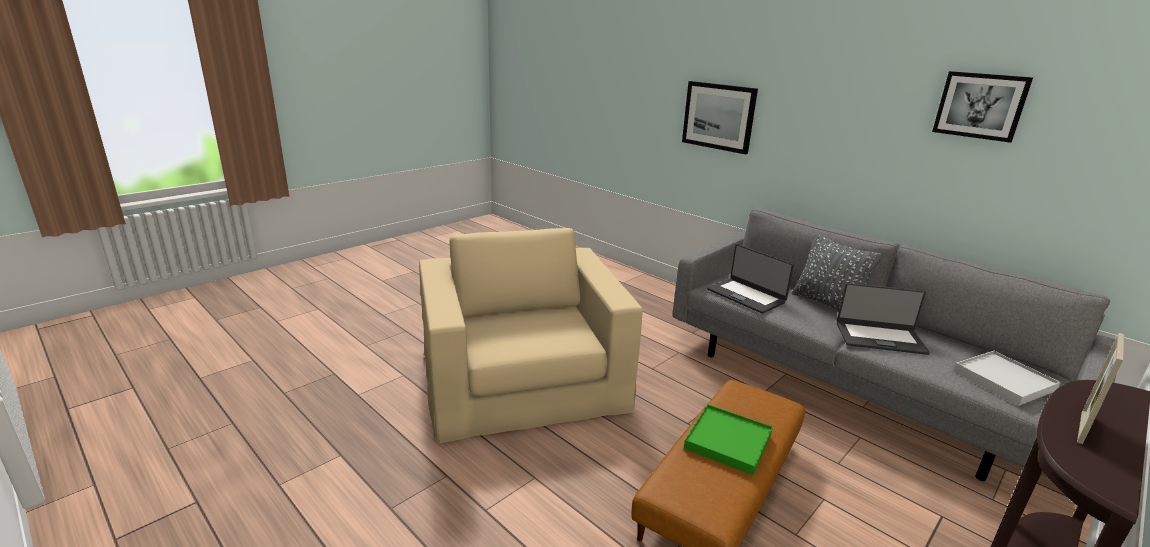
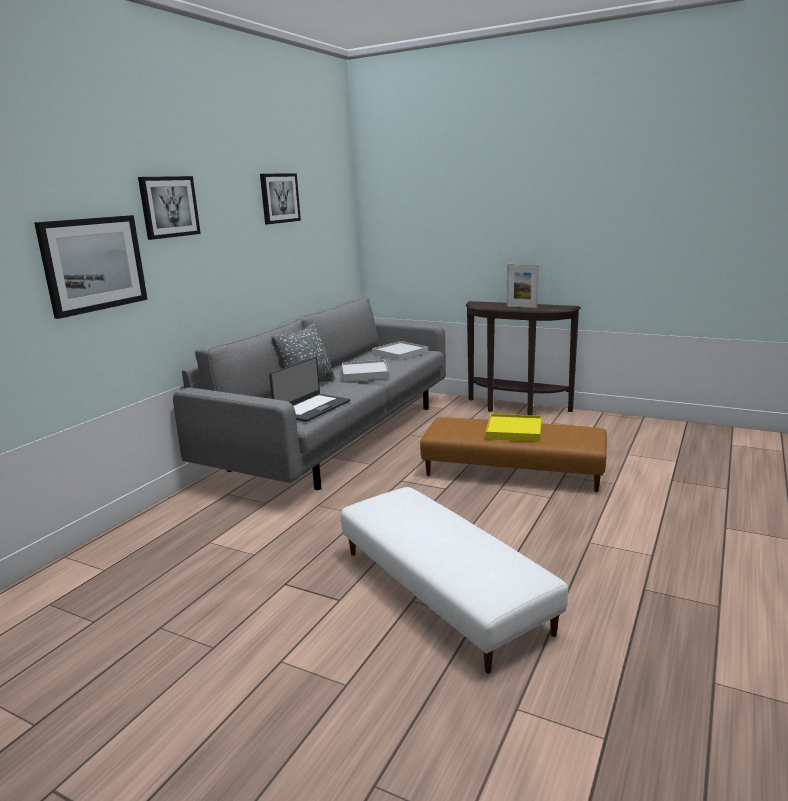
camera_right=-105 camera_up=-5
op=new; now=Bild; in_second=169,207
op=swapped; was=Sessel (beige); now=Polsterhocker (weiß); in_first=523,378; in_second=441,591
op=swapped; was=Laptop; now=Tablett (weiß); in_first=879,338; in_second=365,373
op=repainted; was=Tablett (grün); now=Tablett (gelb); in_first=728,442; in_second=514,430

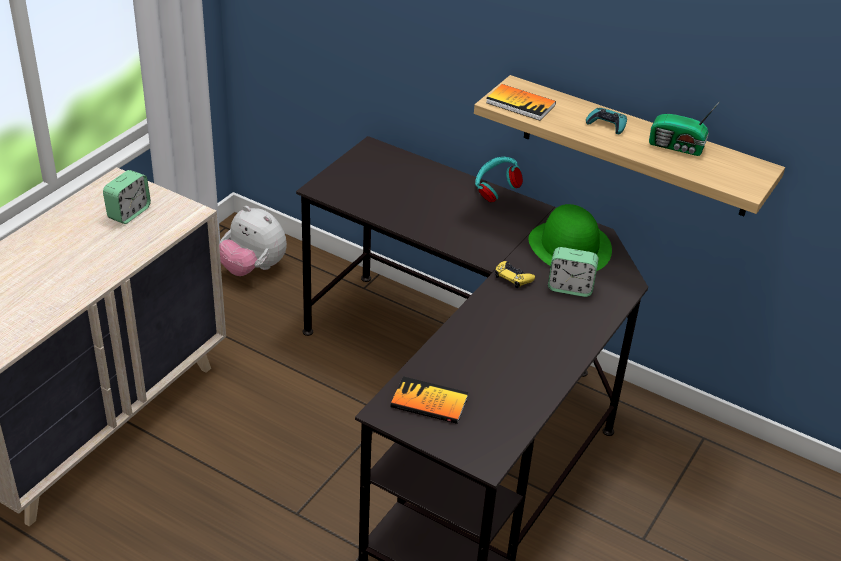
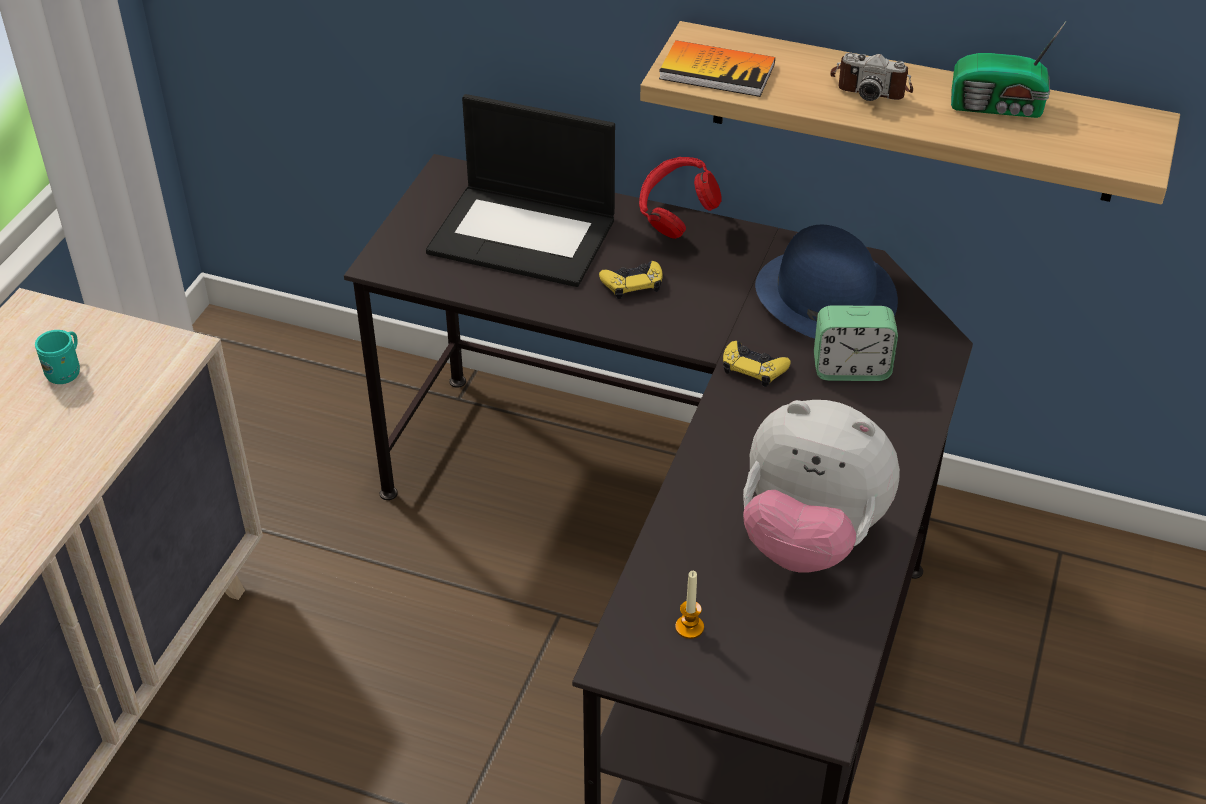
camera_right=-10 camera_up=5
op=swapped; was=Wecker; now=Henkelbecher (türkis); in_first=129,213; in_second=67,371
op=new; now=Laptop; in_second=525,235
op=new; now=Gamepad (gelb); in_second=632,283
op=repainted; was=Kopfhörer (türkis); now=Kopfhörer (rot); in_first=495,191; in_second=675,218
op=swapped; was=Buch; now=Kerze; in_first=429,402; in_second=689,627
op=shifted; was=Plüschtier; in_first=253,268; in_second=809,538
op=repainted; was=Hut (grün); now=Hut (blau); in_first=569,246; in_second=825,294
op=swapped; was=Gamepad (türkis); now=Kamera; in_first=606,124; in_second=871,86

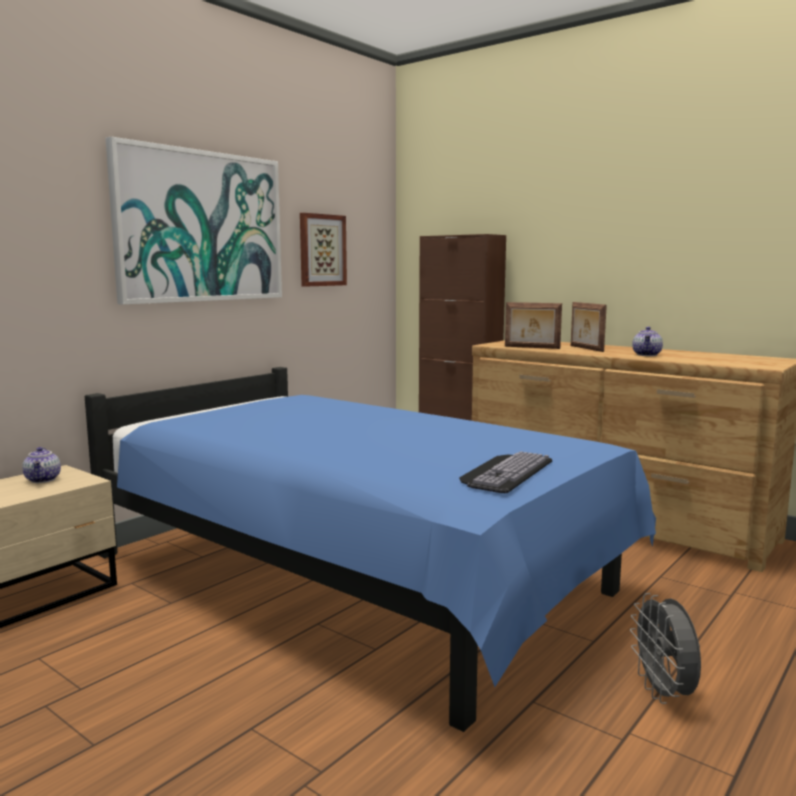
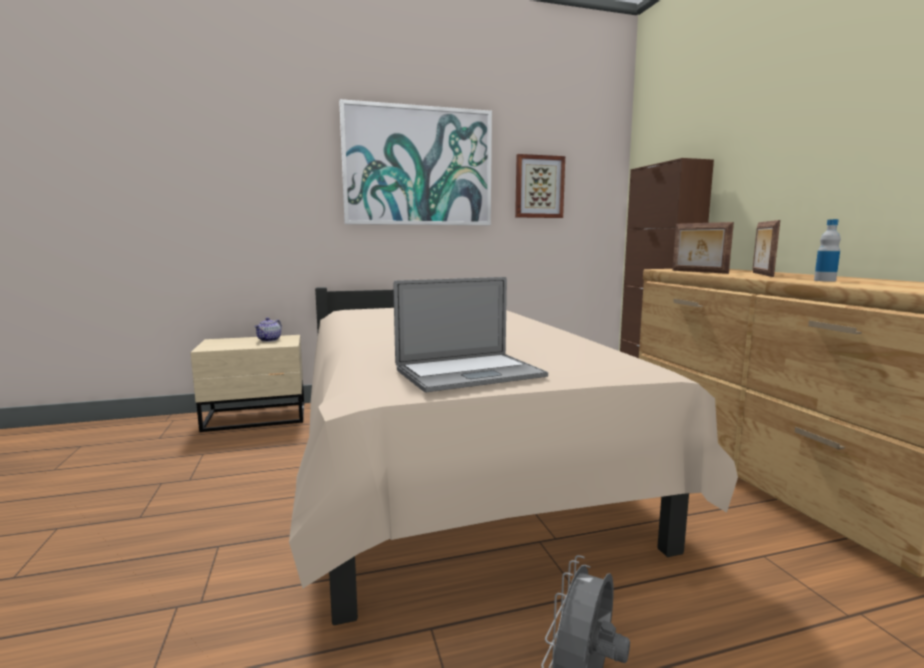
camera_right=35 camera_up=0
op=repainted; was=Bett (blau); now=Bett (beige); in_first=358,578; in_second=449,461
op=swapped; was=Tastatur; now=Laptop; in_first=504,472; in_second=469,373
op=swapped; was=Teekanne; now=Flasche; in_first=647,355; in_second=824,280

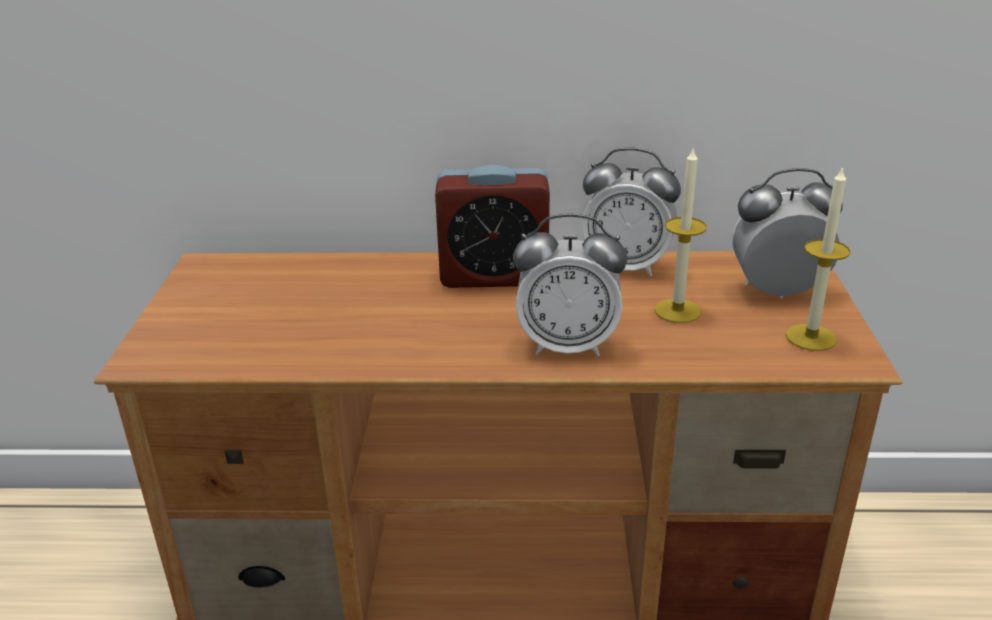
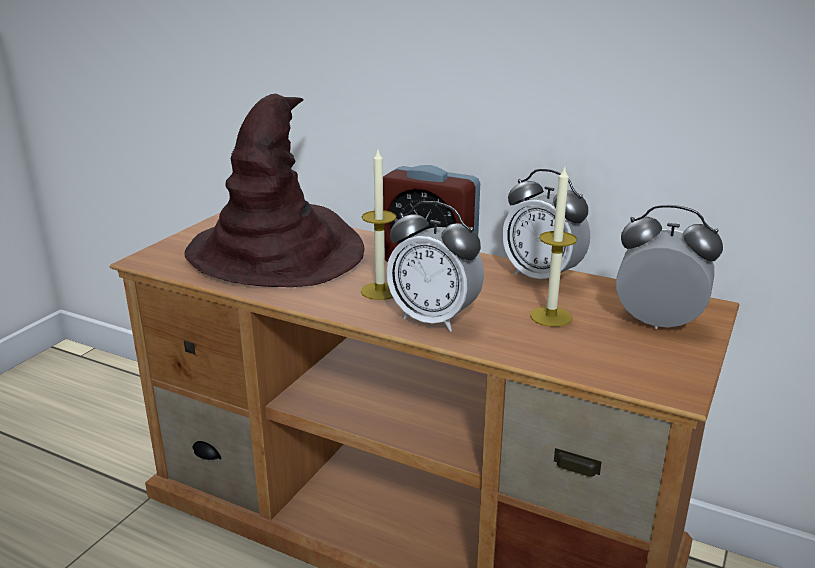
camera_right=25 camera_up=-5
op=new; now=Hut (braun); in_second=278,253
op=shifted; was=Kerze; in_first=811,337; in_second=380,291

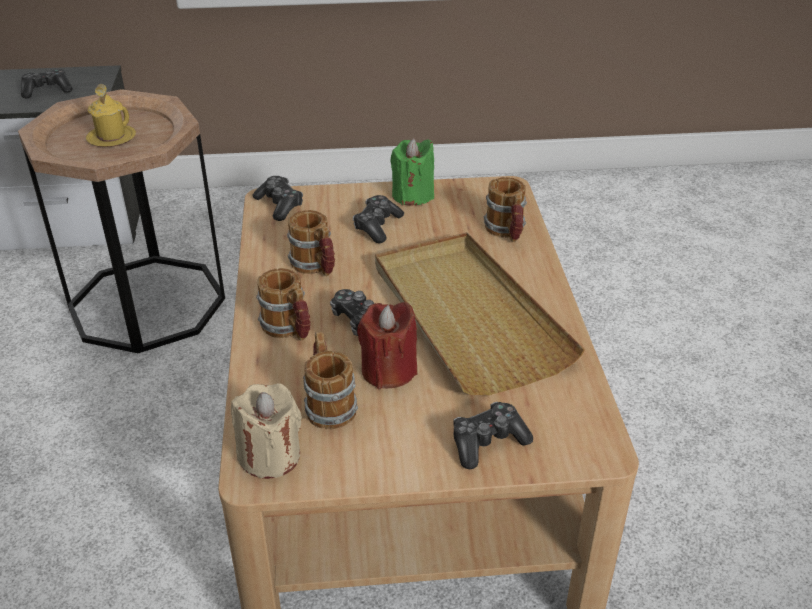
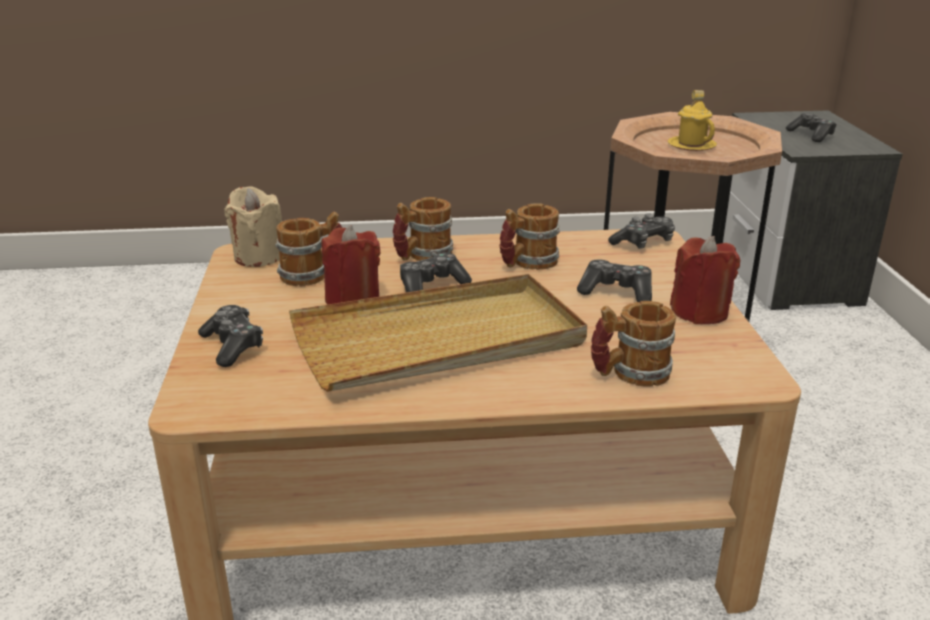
camera_right=90 camera_up=-10
op=repainted; was=Kerze (grün); now=Kerze (rot); in_first=413,195; in_second=699,312

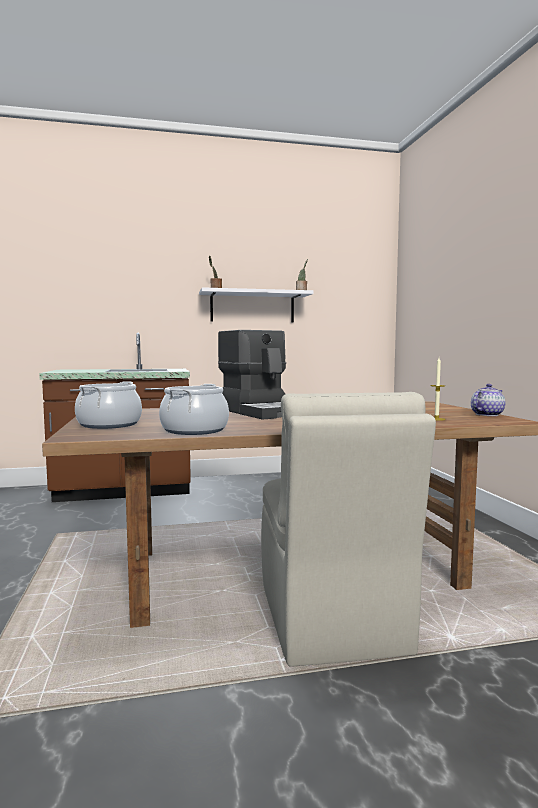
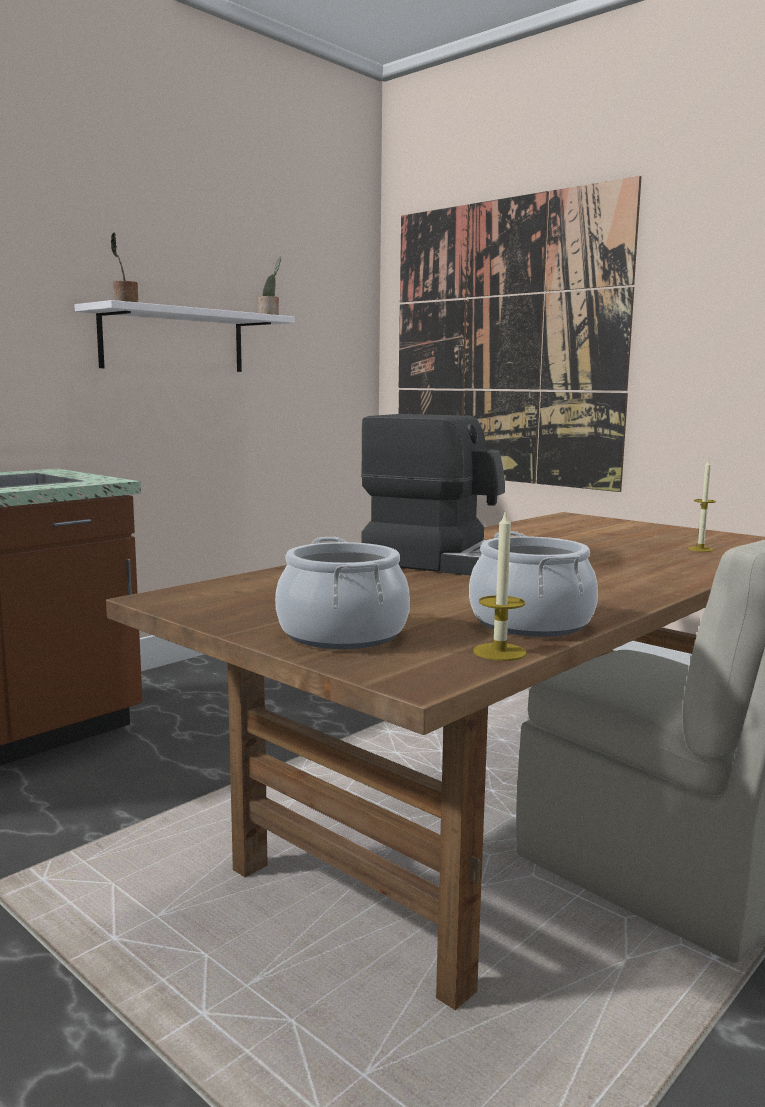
camera_right=-35 camera_up=5
op=new; now=Bild; in_second=503,343
op=new; now=Kerze; in_second=499,652
op=gone; was=Teekanne; in_first=486,415

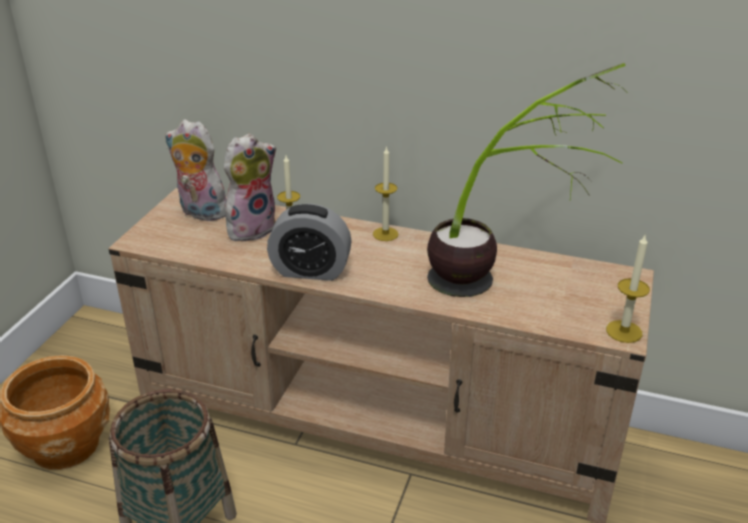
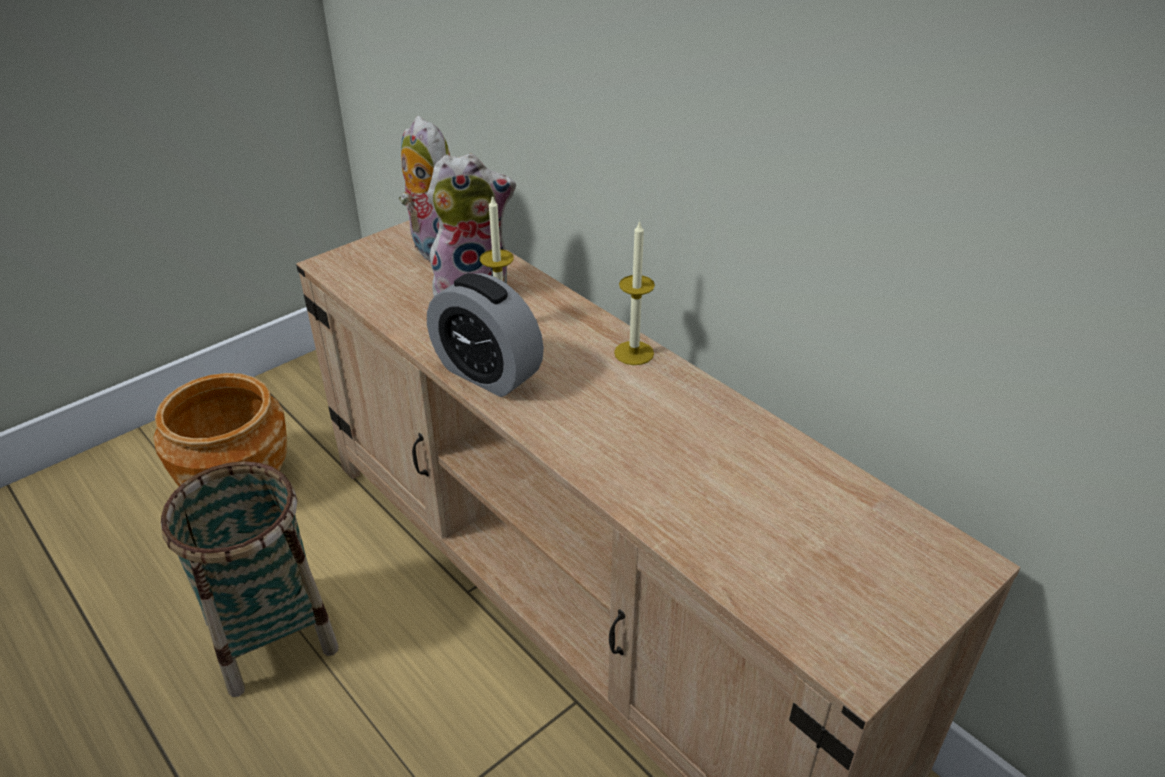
camera_right=30 camera_up=5
op=gone; was=Topfpflanze; in_first=500,281
op=gone; was=Kerze; in_first=624,331

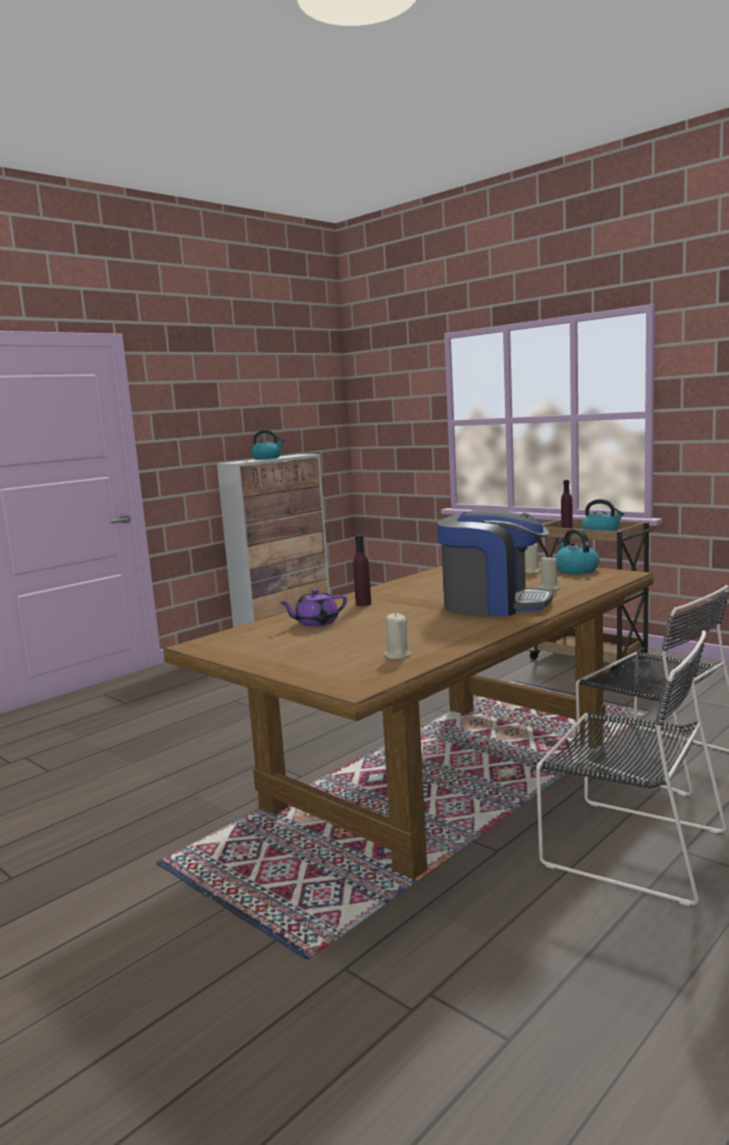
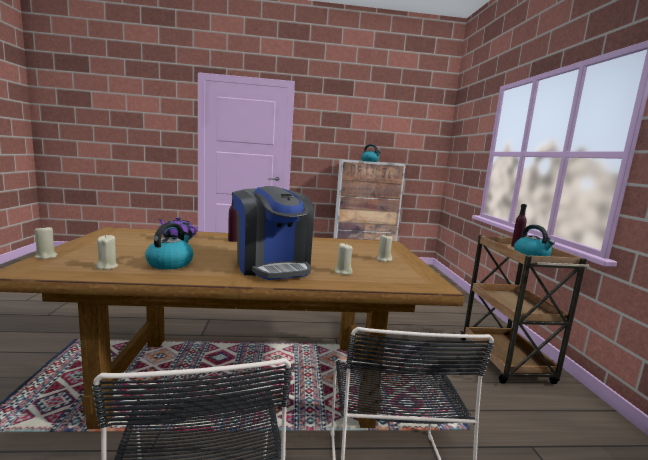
camera_right=40 camera_up=0
op=new; now=Kerze (beige); in_second=46,256
op=shifted; was=Wasserkessel; in_first=575,570; in_second=170,263

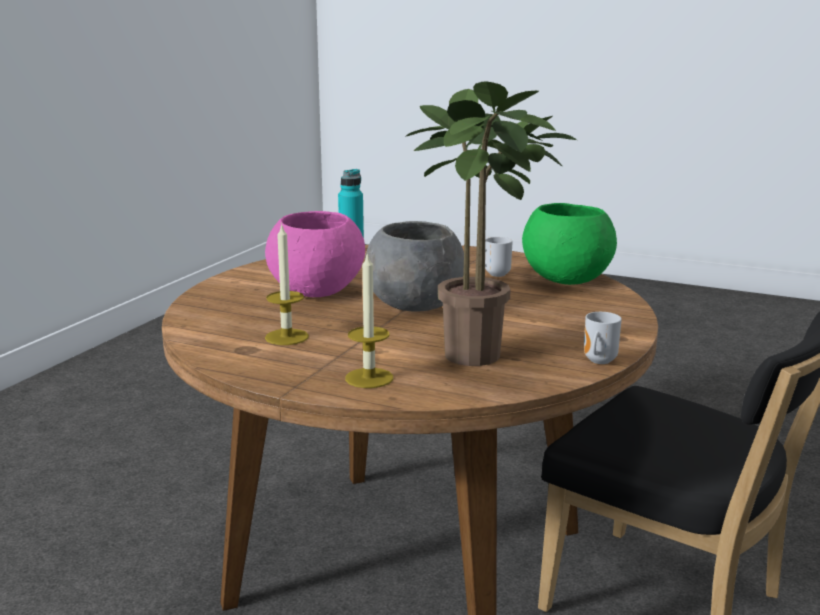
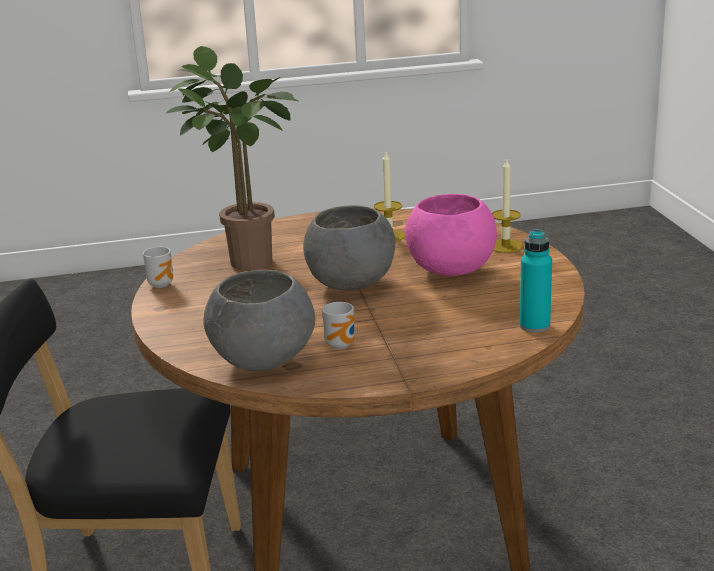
camera_right=145 camera_up=5
op=repainted; was=Schüssel (grün); now=Schüssel (grau); in_first=566,280; in_second=263,361
op=shifted; was=Kerze; in_first=369,378; in_second=505,246

